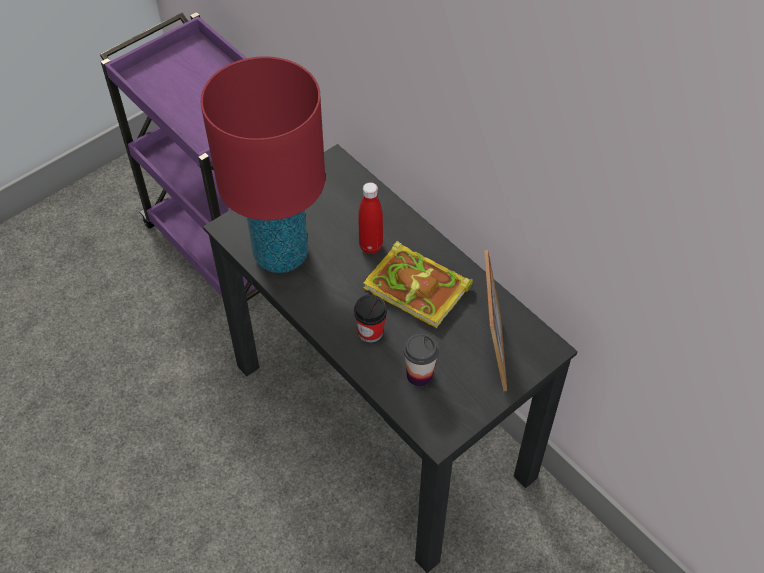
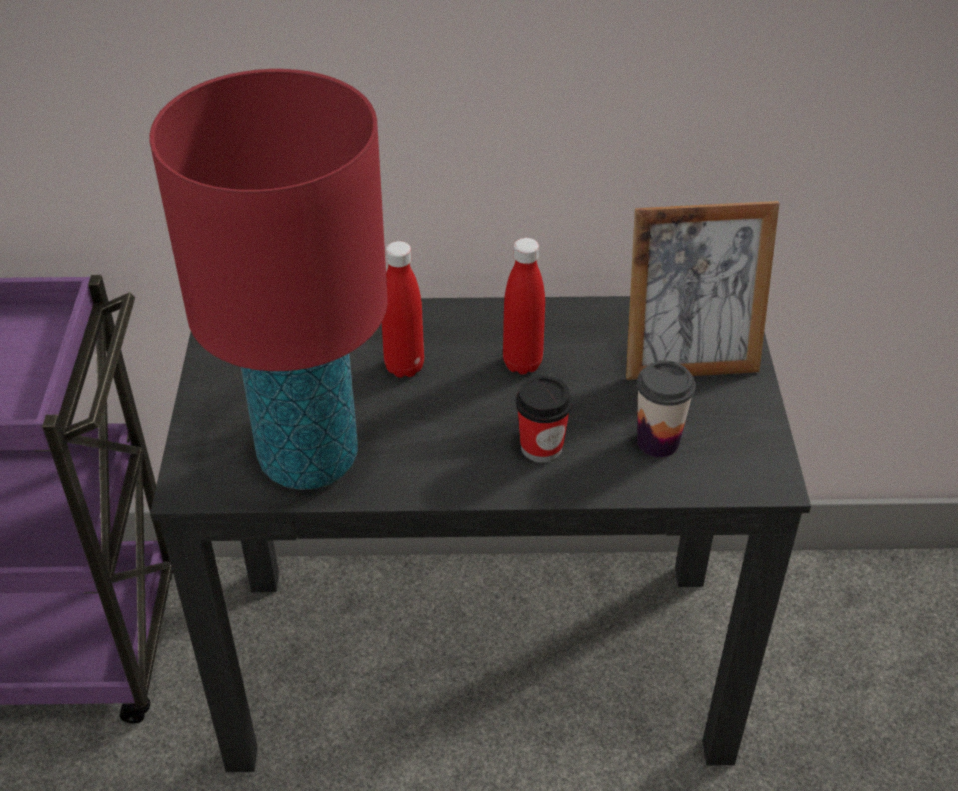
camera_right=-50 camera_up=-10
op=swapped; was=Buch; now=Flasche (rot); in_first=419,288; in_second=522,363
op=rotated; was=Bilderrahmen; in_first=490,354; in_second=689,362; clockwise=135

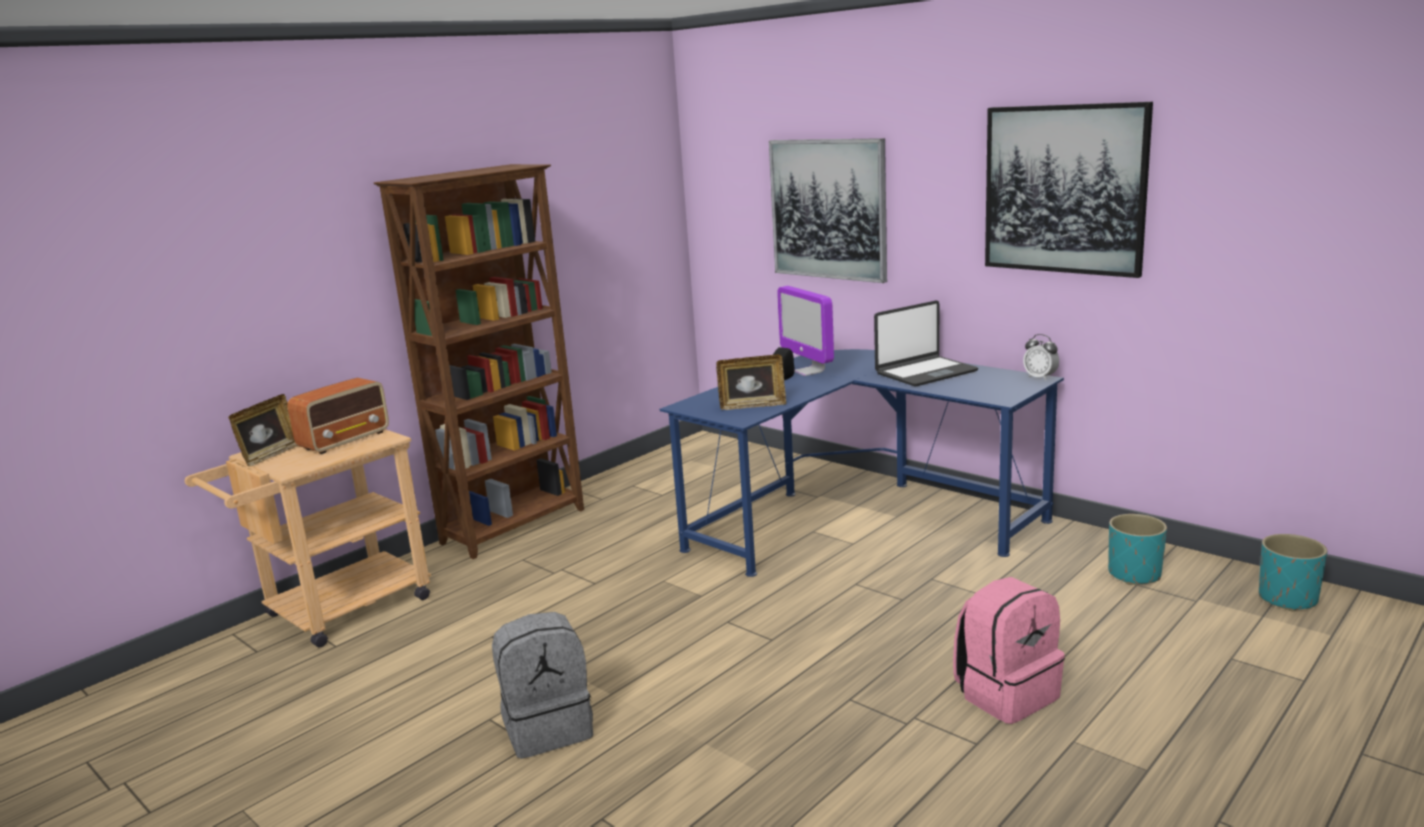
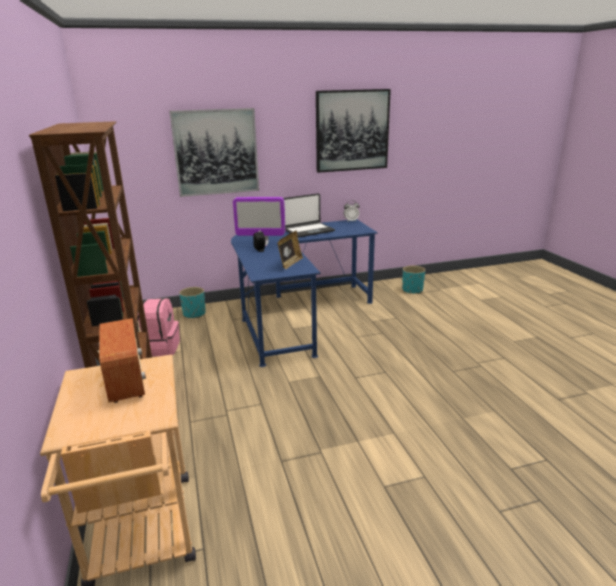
camera_right=-60 camera_up=5
op=shifted; was=Rucksack (rosa); in_first=1006,694; in_second=160,348
op=shifted; was=Pflanzkübel (türkis); in_first=1287,599; in_second=194,314
op=rotated; was=Laptop; in_first=925,372; in_second=308,230; clockwise=60
op=gone; was=Bilderrahmen; in_first=270,455
op=gone; was=Rucksack (grau); in_first=548,728

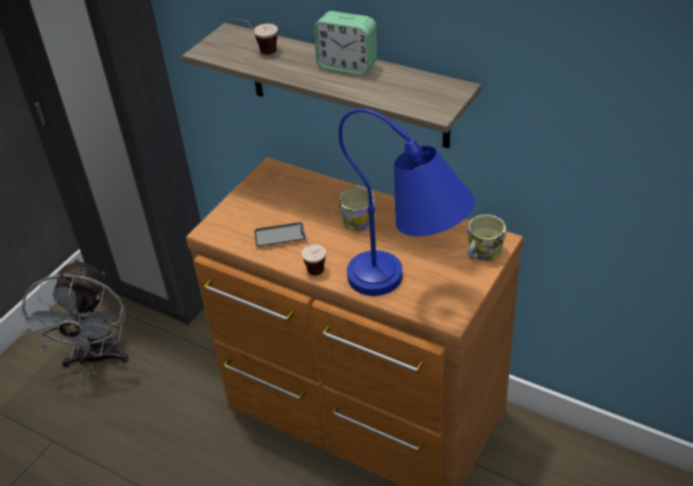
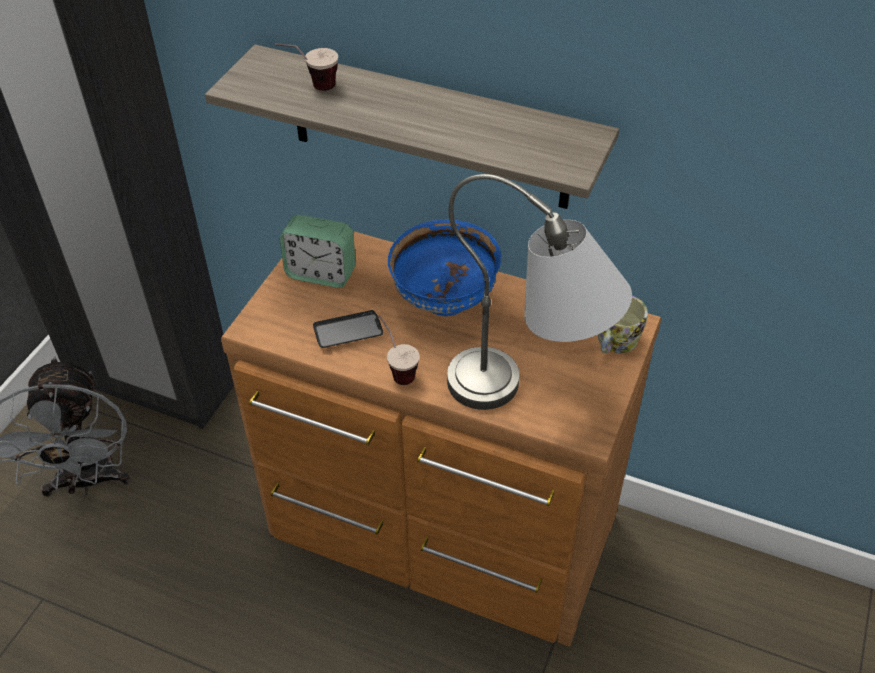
camera_right=-10 camera_up=5
op=shifted; was=Wecker; in_first=347,66; in_second=321,273
op=swapped; was=Henkelbecher; now=Schüssel (blau); in_first=356,219; in_second=445,303
op=repainted; was=Tischlampe (blau); now=Tischlampe (grau); in_first=409,287; in_second=530,395

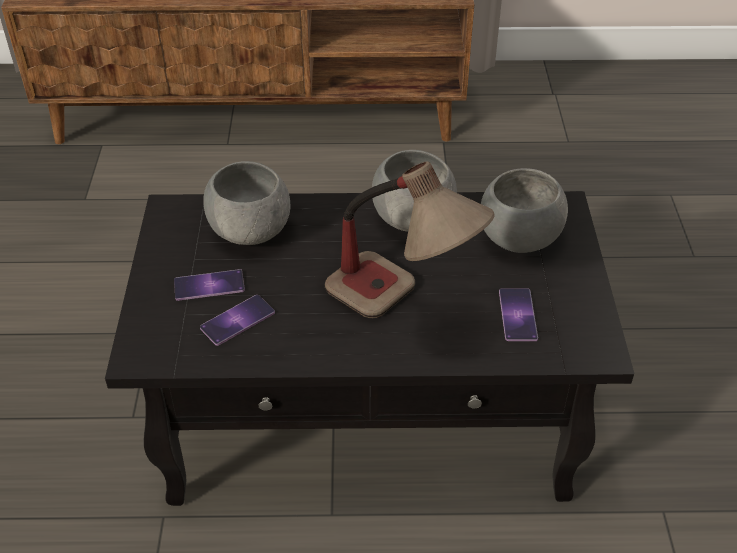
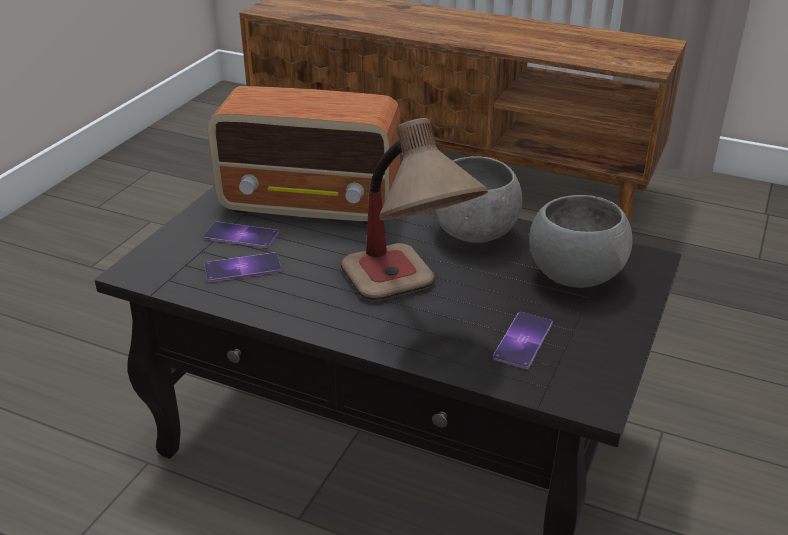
camera_right=25 camera_up=-10
op=swapped; was=Schüssel (grau); now=Radio; in_first=251,231; in_second=312,205

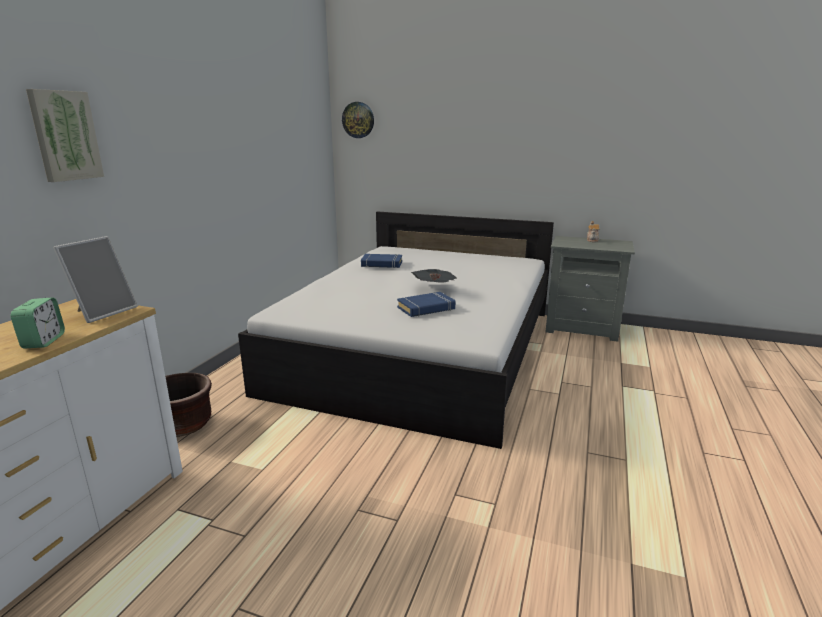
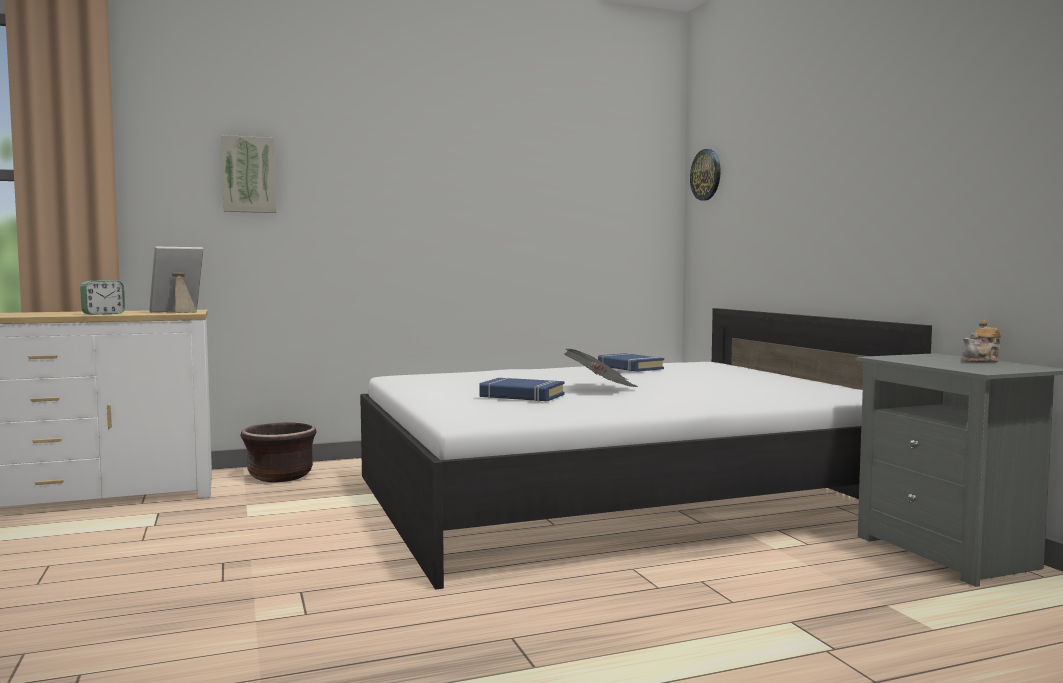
camera_right=50 camera_up=-15
op=rotated; was=Bilderrahmen; in_first=103,312; in_second=178,312; clockwise=150

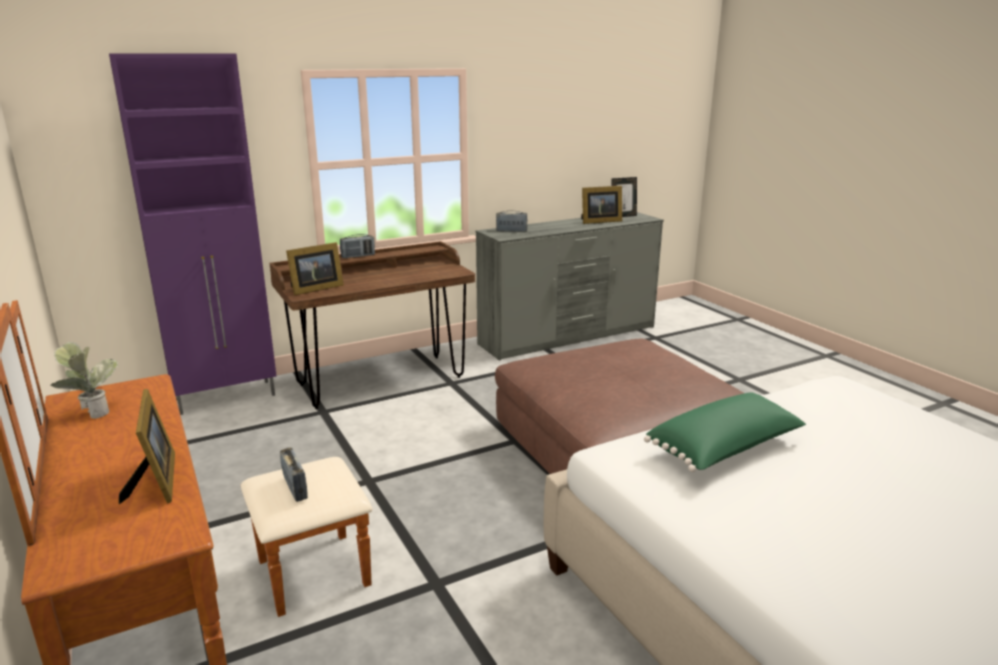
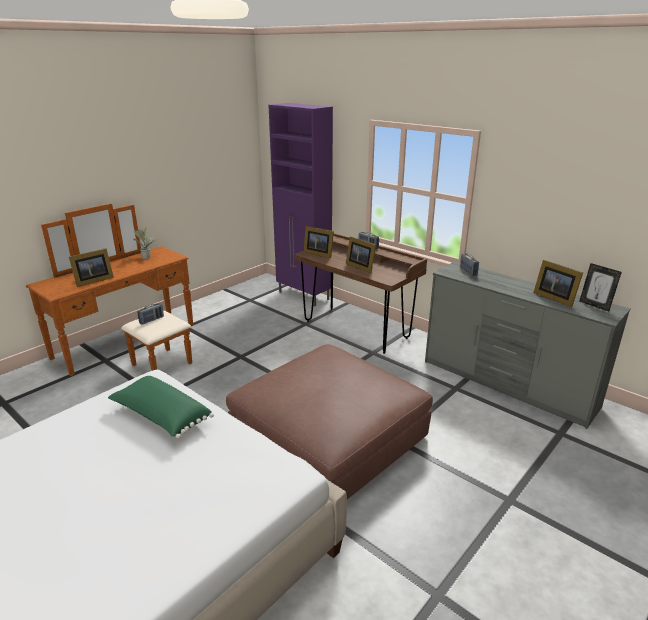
camera_right=70 camera_up=5
op=new; now=Bilderrahmen; in_second=360,267

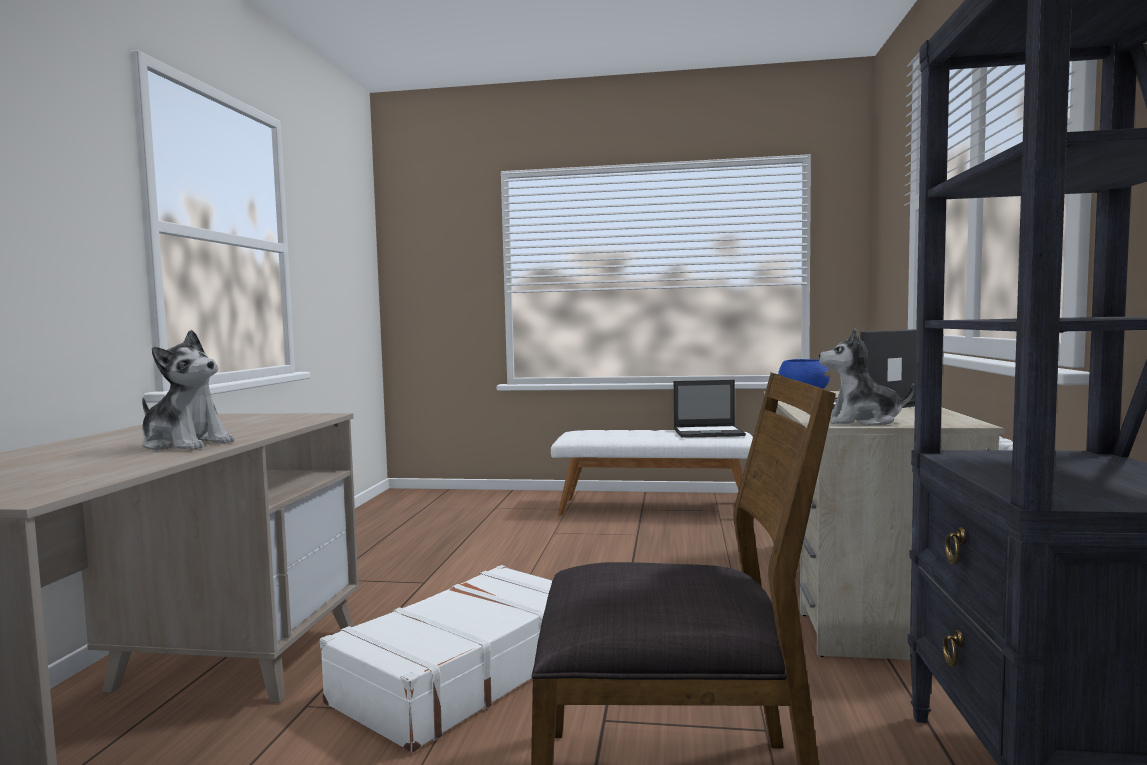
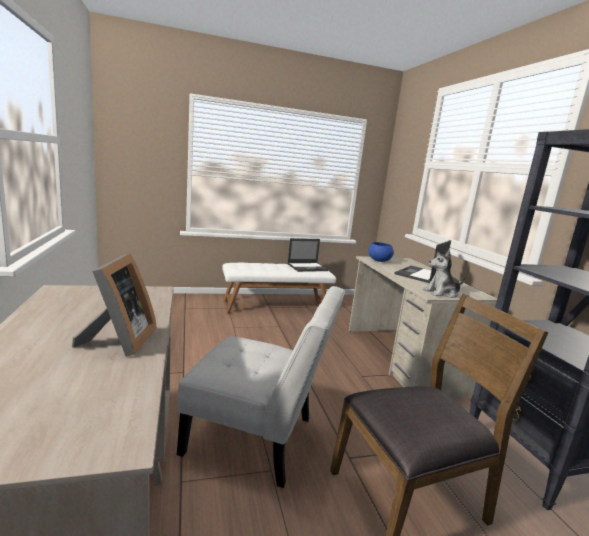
camera_right=-25 camera_up=10
op=swapped; was=Plüschtier; now=Bilderrahmen; in_first=186,444; in_second=119,341
op=swapped; was=Koffer (weiß); now=Stuhl (weiß); in_first=463,672; in_second=257,438

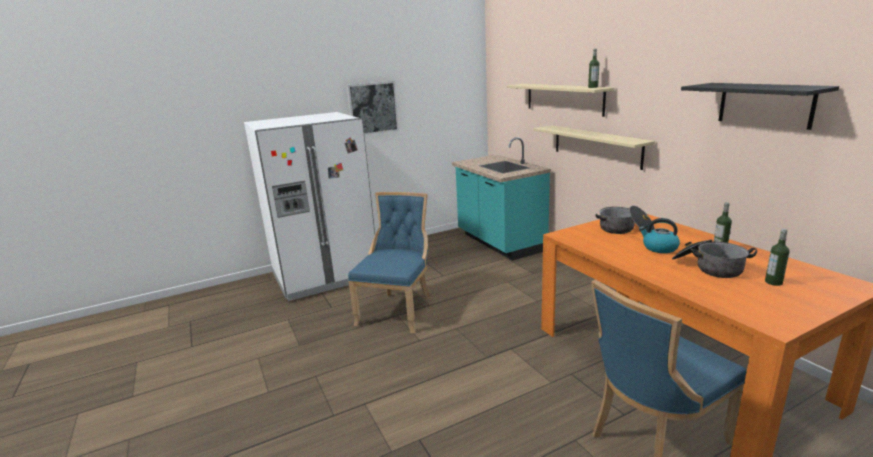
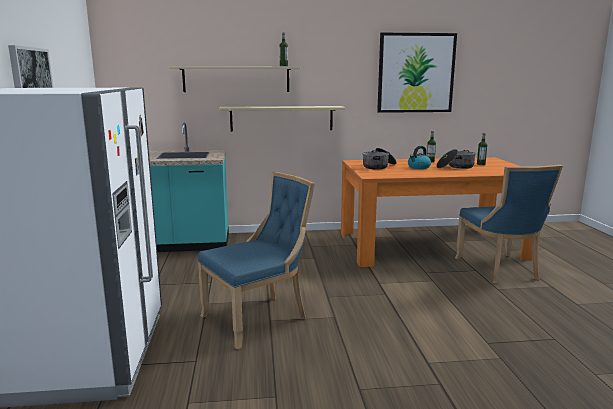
camera_right=-70 camera_up=-5
op=rotated; was=Stuhl (blau); in_first=398,310; in_second=259,318; clockwise=105
op=swapped; was=Wandregal (schwarz); now=Bild; in_first=765,104; in_second=416,73

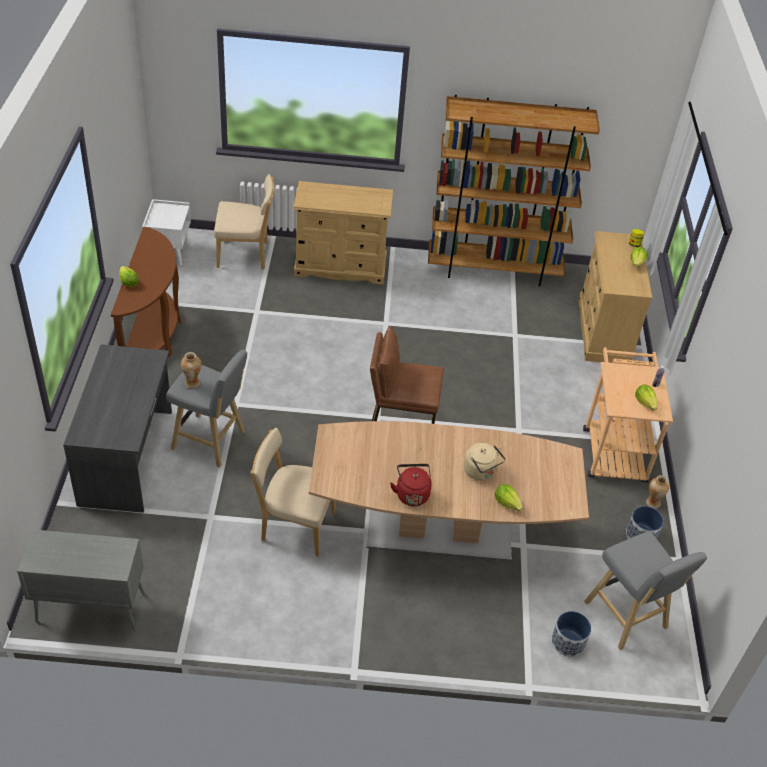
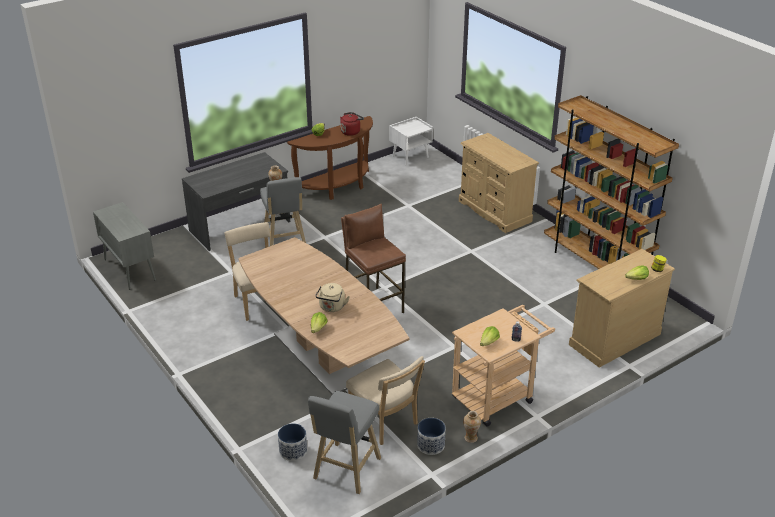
camera_right=55 camera_up=-10
op=shifted; was=Wasserkessel (rot); in_first=411,493; in_second=351,131
op=shifted; was=Stuhl (beige); in_first=245,255; in_second=385,422

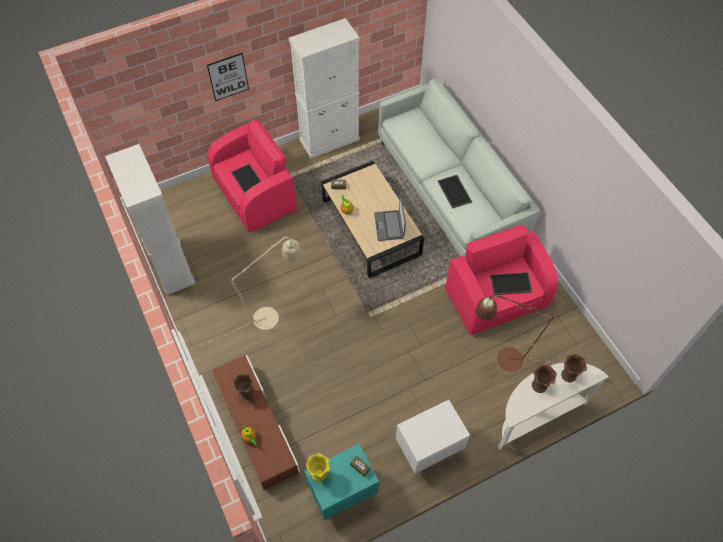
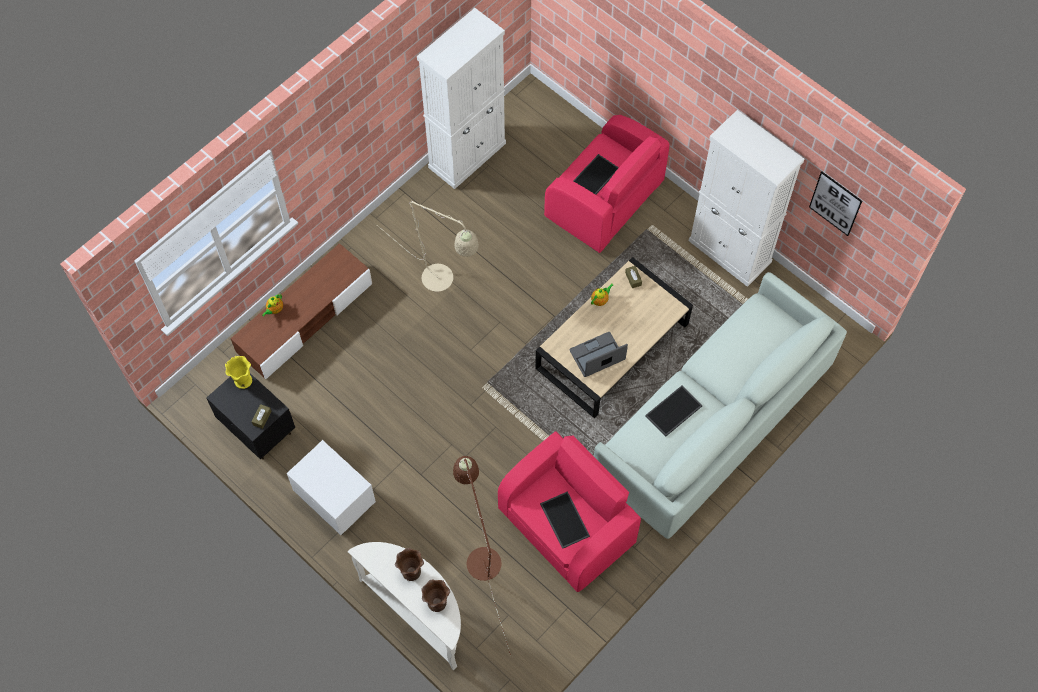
camera_right=70 camera_up=5
op=repainted; was=Nachttisch (türkis); now=Nachttisch (schwarz); in_first=342,492; in_second=257,429
op=shifted; was=Bild; in_first=228,77; in_second=835,203
op=gone; was=Vase (braun); in_first=246,392

